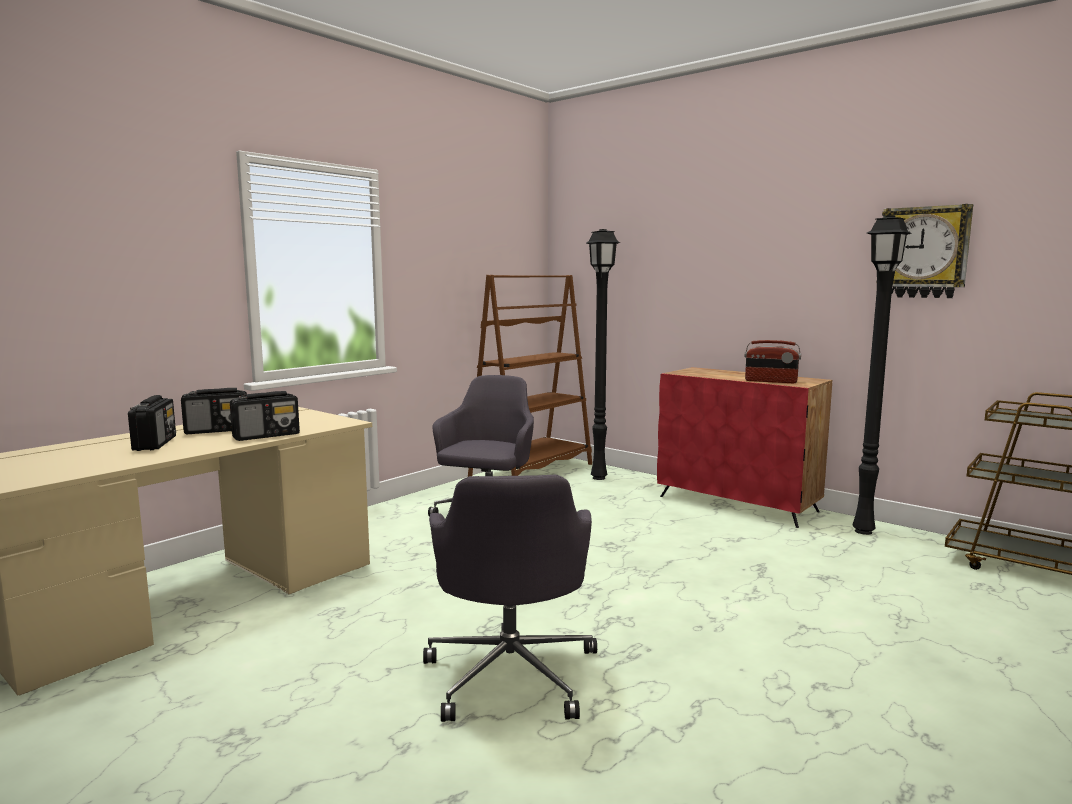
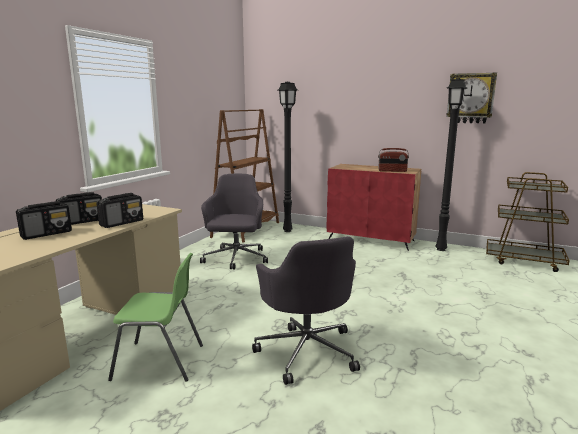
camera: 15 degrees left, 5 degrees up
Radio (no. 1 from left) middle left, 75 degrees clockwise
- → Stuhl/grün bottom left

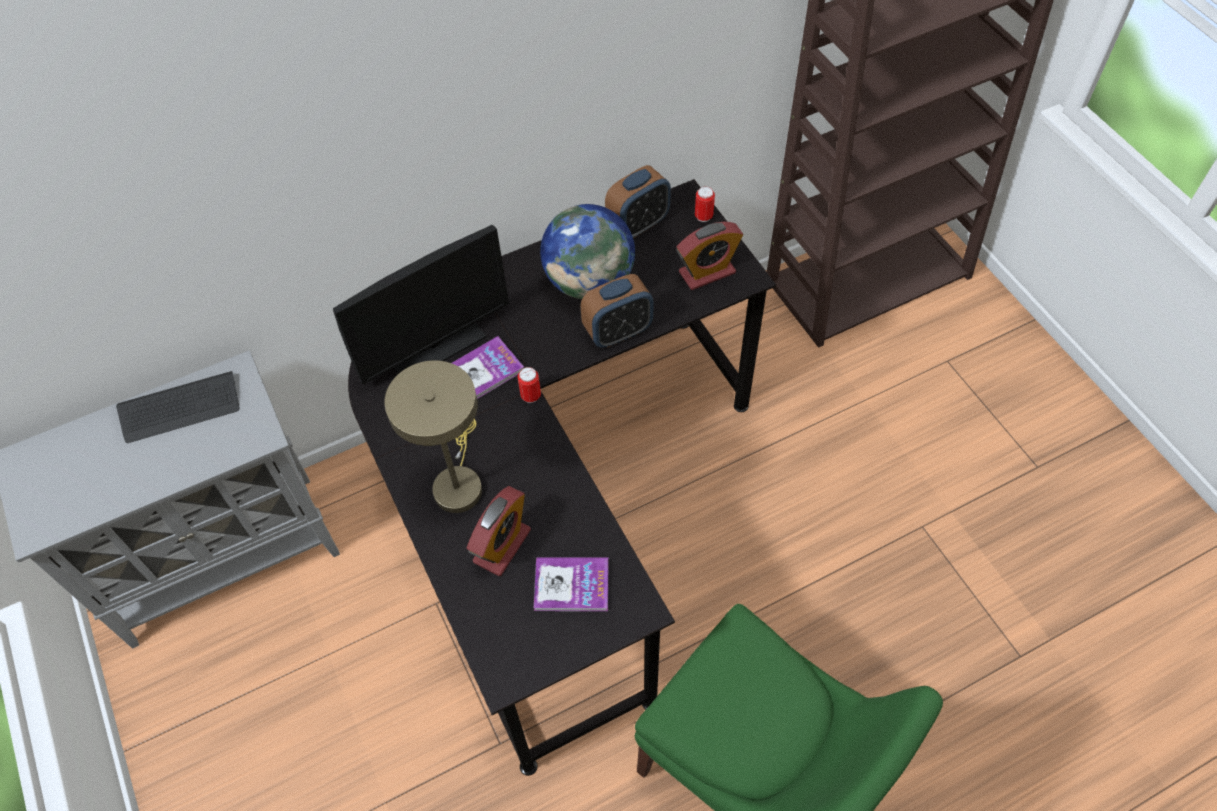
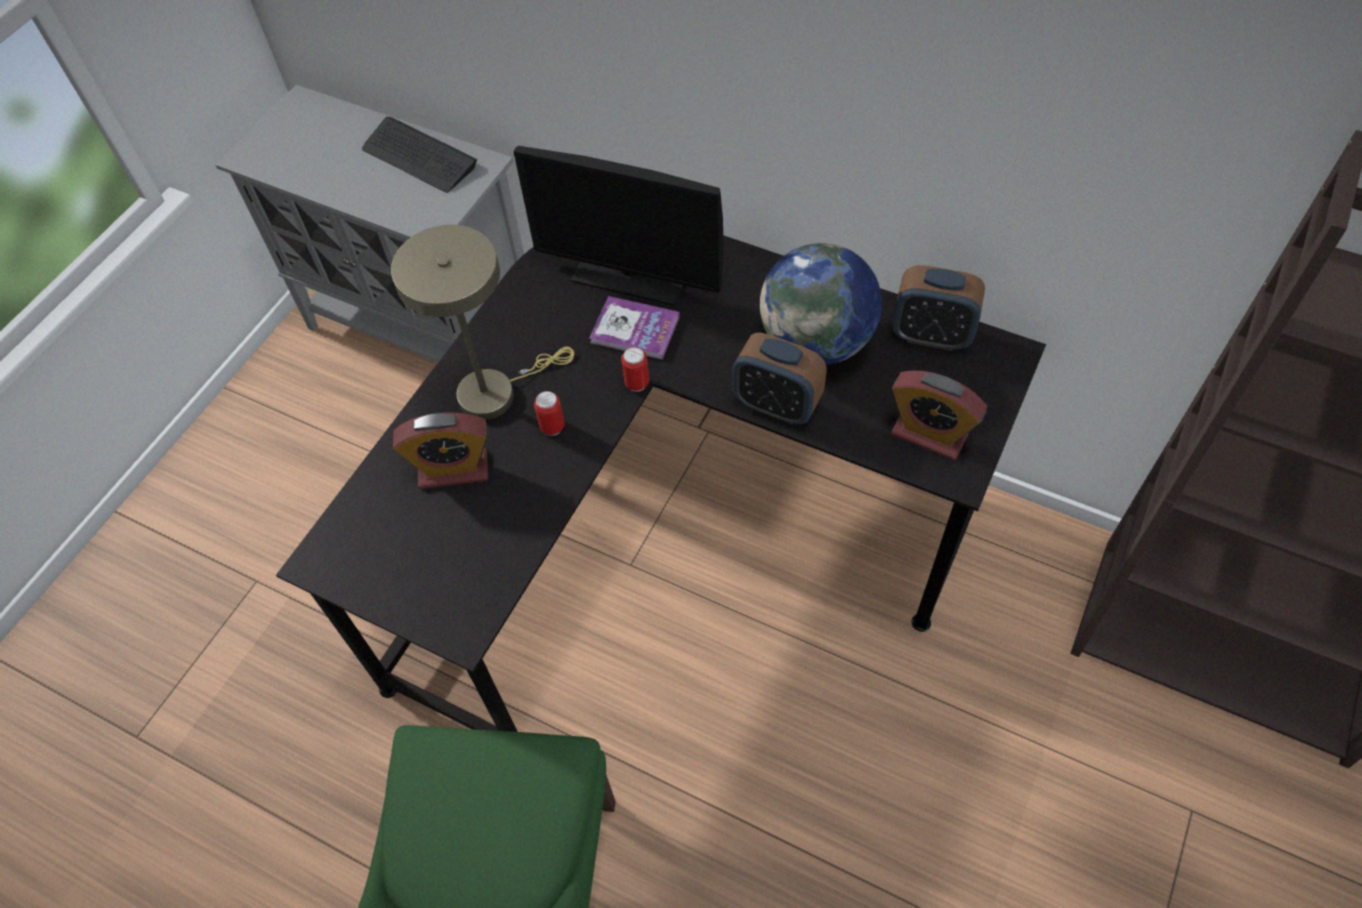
camera: 55 degrees right, 0 degrees up
Buch (no. 2 from left) bottom centre → -
Dose (no. 2 from left in the first image) top centre → Dose (no. 1 from left) centre, relocated

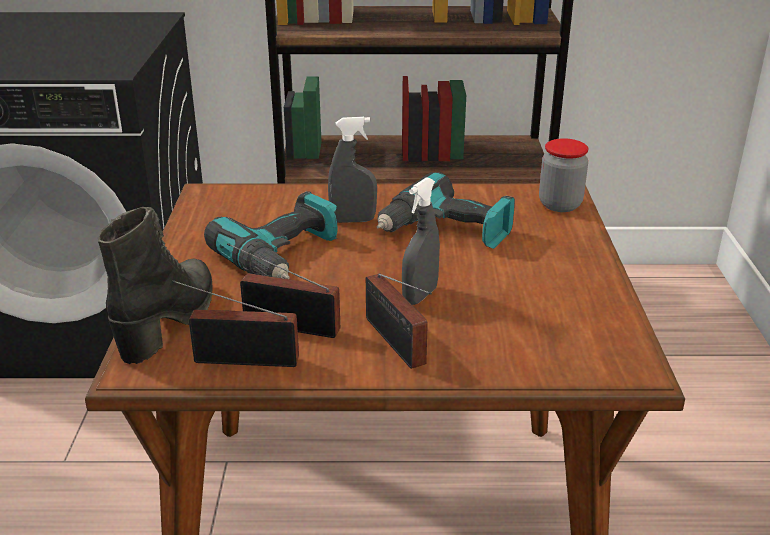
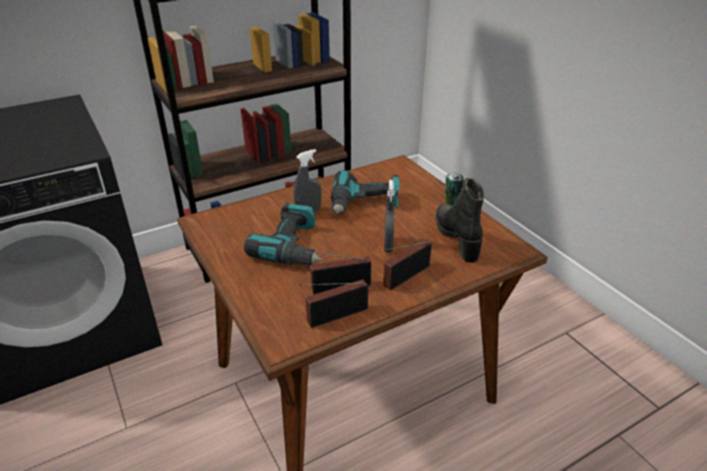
camera: 30 degrees left, 5 degrees up
Stiefel/schwarz middle left → Stiefel/schwarz centre, relocated
Radio (no. 3 from left) centre, 105 degrees clockwise
Vorratsglas top right → -
- → Dose centre

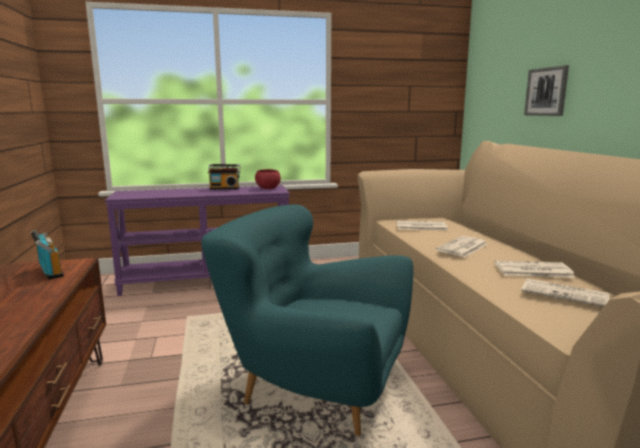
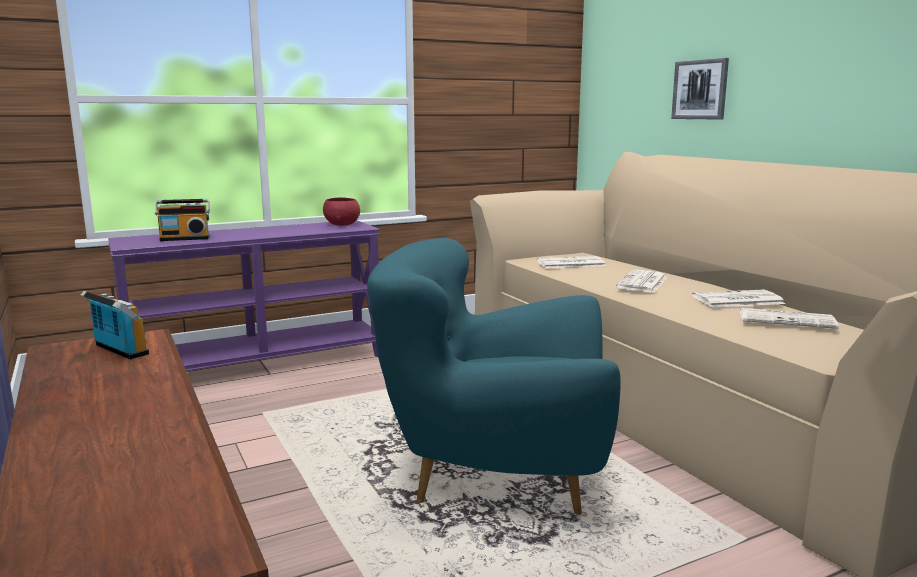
camera: 15 degrees left, 0 degrees up
Radio (no. 2 from left) centre → Radio (no. 2 from left) middle left, relocated

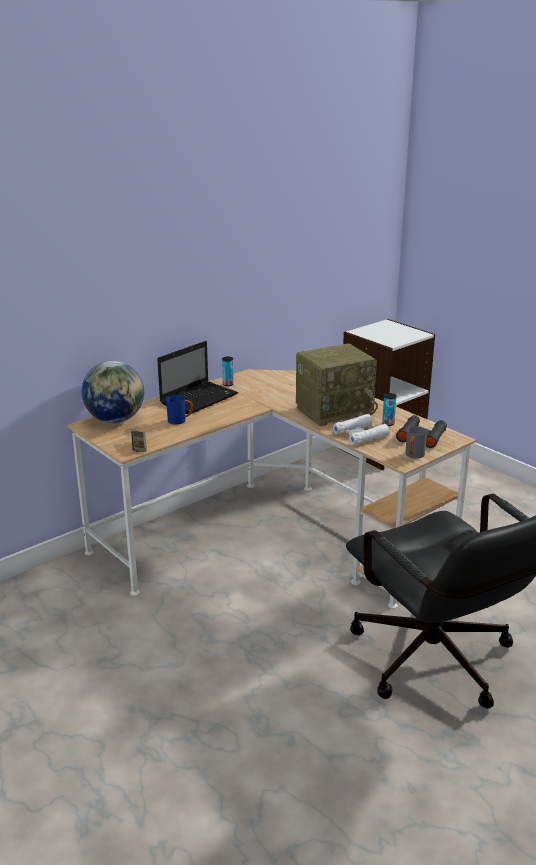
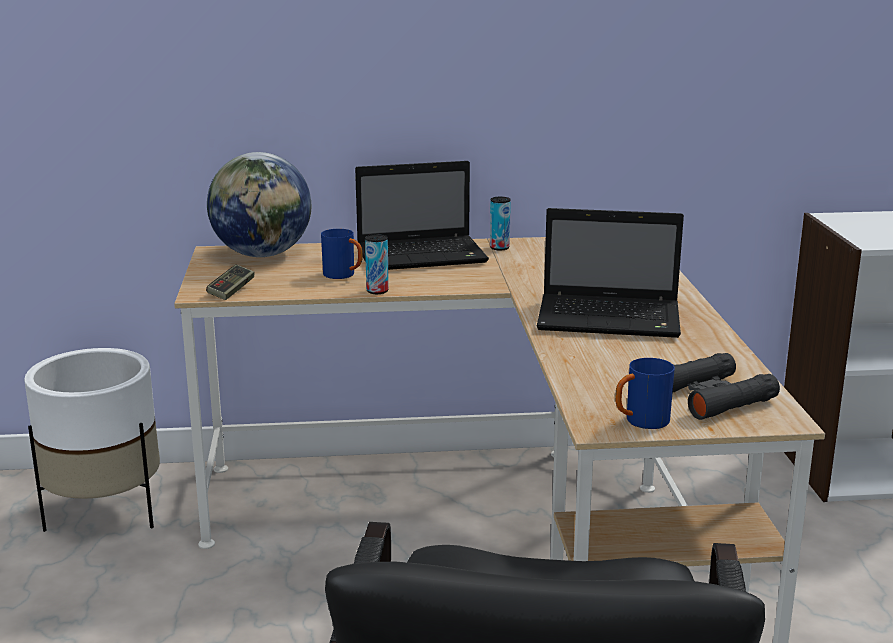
camera: 35 degrees right, 5 degrees down
Radio centre → Laptop (no. 2 from left) middle right
Fernglas/weiß middle right → -
Dose (no. 2 from left in the first image) middle right → Dose (no. 1 from left) centre, relocated
Henkelbecher/grau middle right → Henkelbecher/blau (no. 2 from left) middle right
- → Pflanzkübel/weiß bottom left

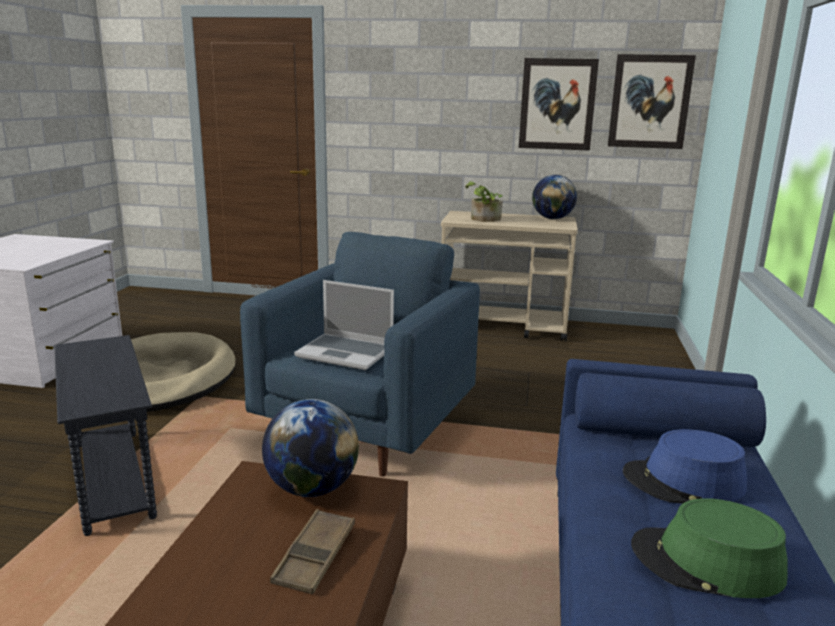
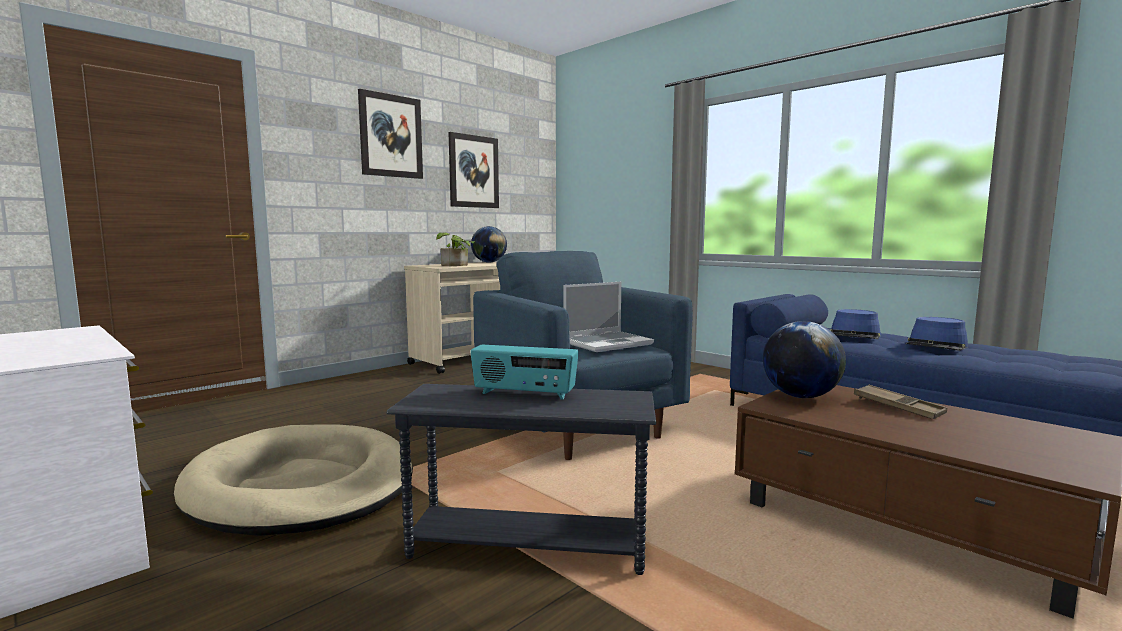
camera: 55 degrees left, 10 degrees down
Bild (no. 2 from left in the first image) top right → Bild (no. 1 from left) top centre, relocated
Hut/grün bottom right → Hut/blau (no. 2 from left) middle right
- → Radio centre

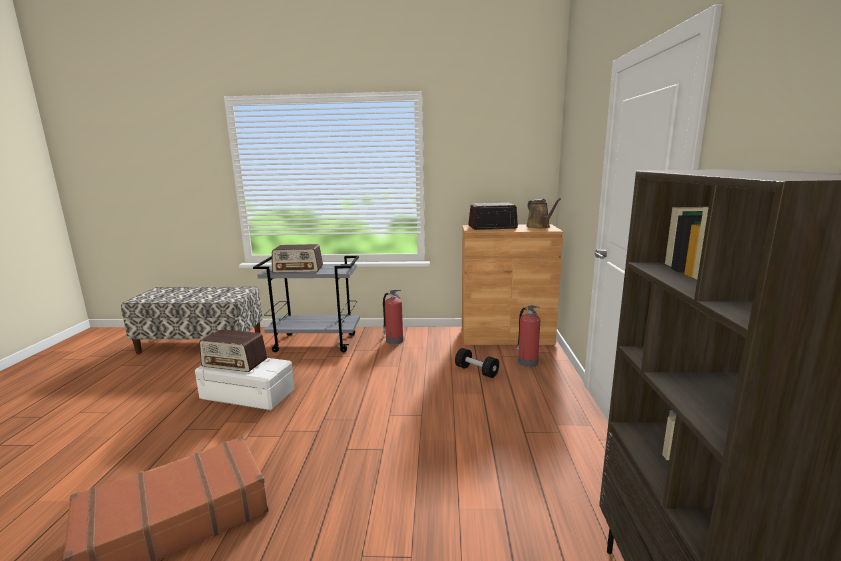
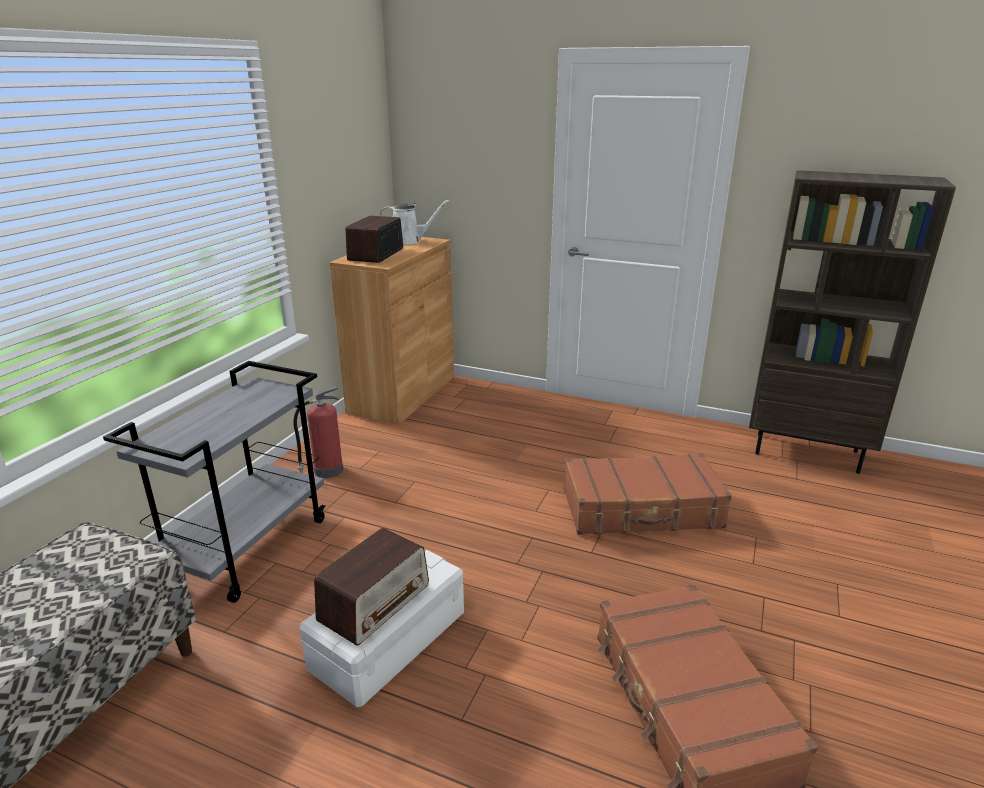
camera: 70 degrees left, 10 degrees up
Radio (no. 2 from left) centre → -
Hantel/schwarz centre → -
Feuerlöscher (no. 2 from left) centre → -
Gießkanne/braun centre → Gießkanne/weiß top centre
- → Koffer/braun (no. 1 from left) centre

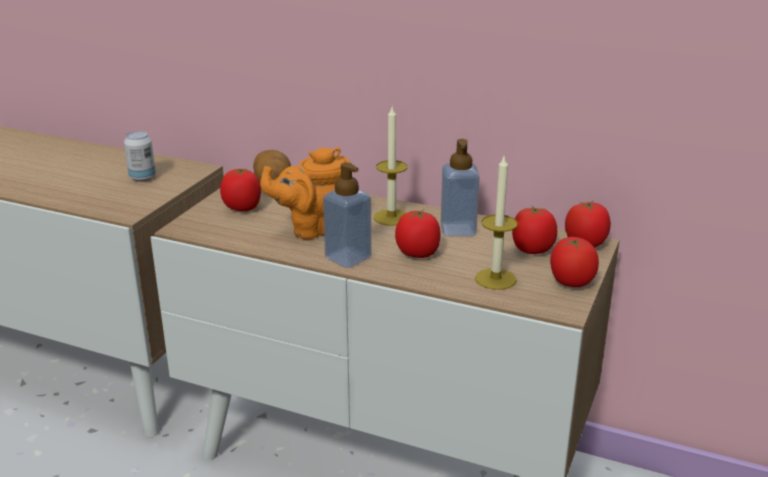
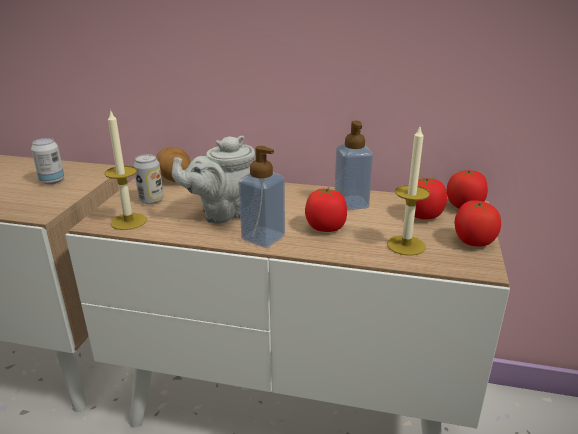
camera: 10 degrees left, 0 degrees up
Tomate (no. 1 from left) middle left → Dose (no. 2 from left) middle left
Teekanne/orange centre → Teekanne/grau centre
Kerze (no. 1 from left) centre → Kerze (no. 1 from left) middle left, relocated

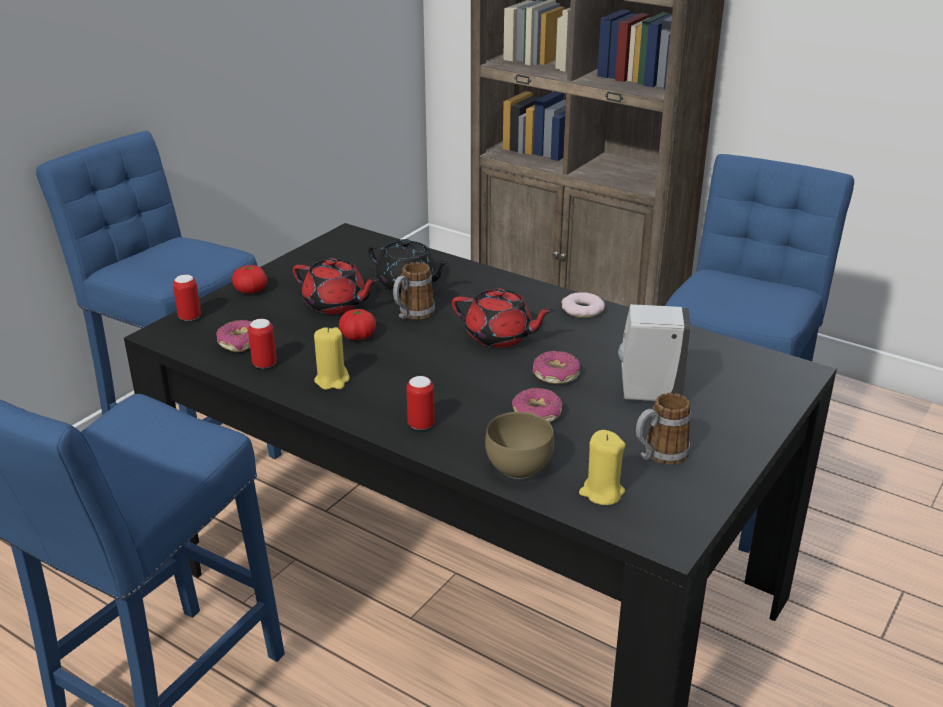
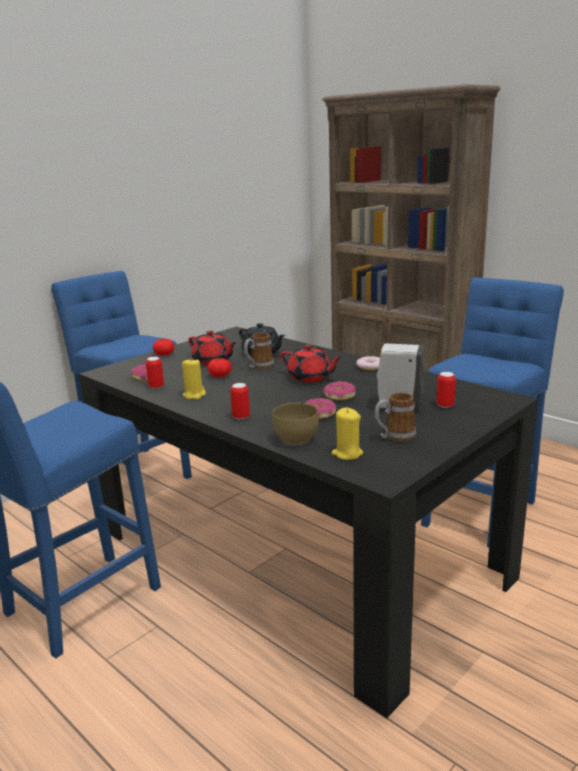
camera: 10 degrees right, 10 degrees down
Dose (no. 1 from left in the first image) middle left → Dose (no. 3 from left) middle right, relocated

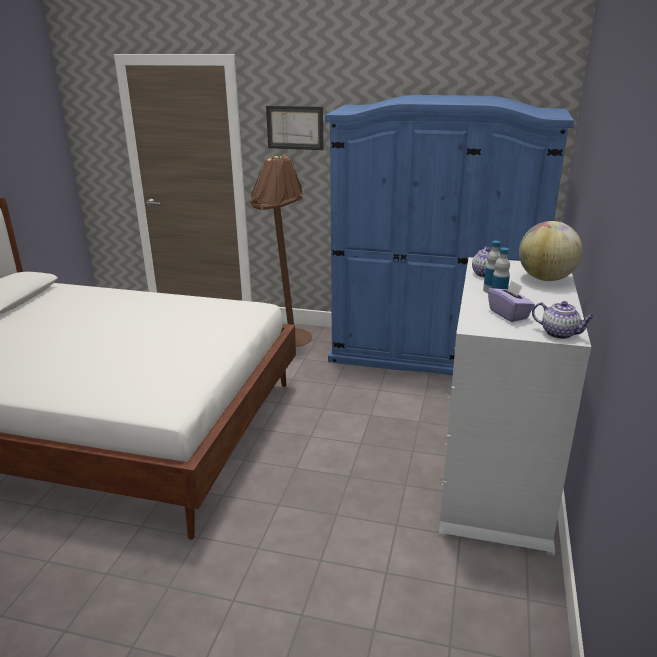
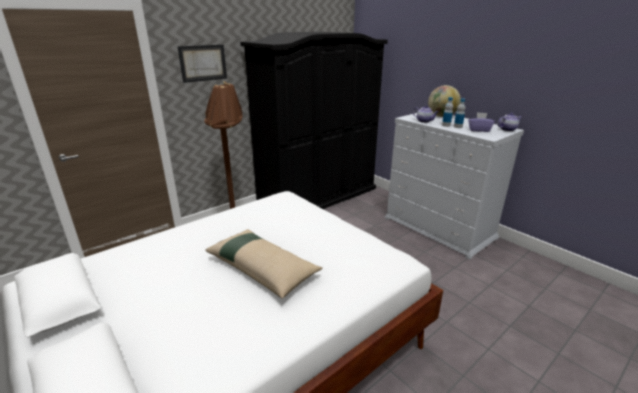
camera: 55 degrees left, 0 degrees up
Kleiderschrank/blau middle right → Kleiderschrank/schwarz top centre
- → Kissen/beige bottom centre

